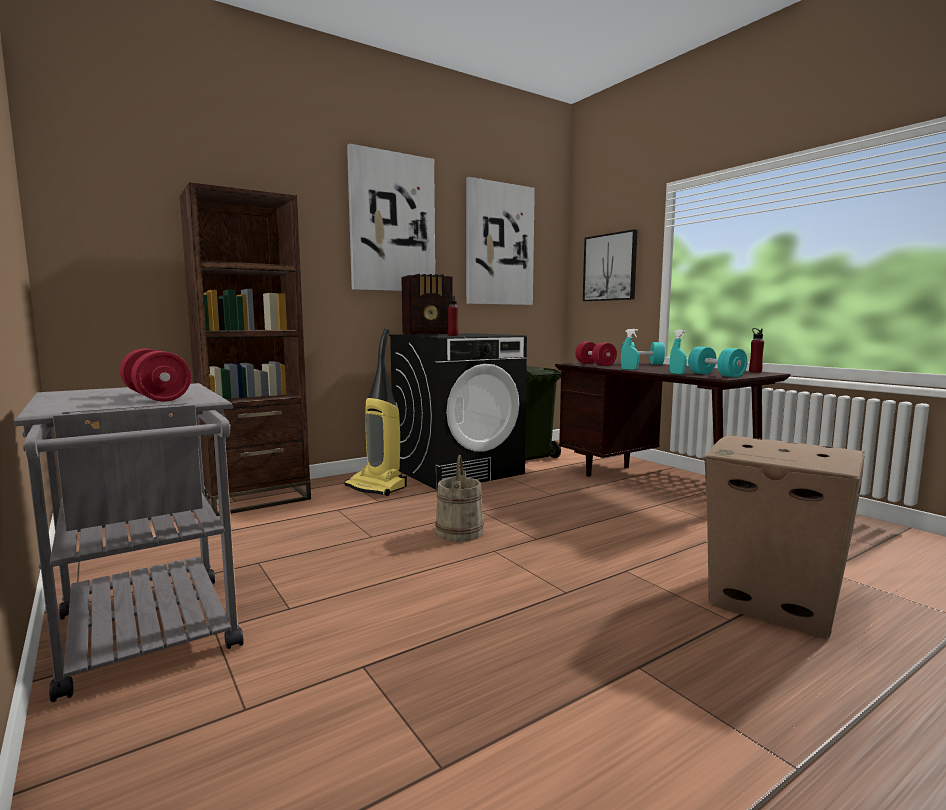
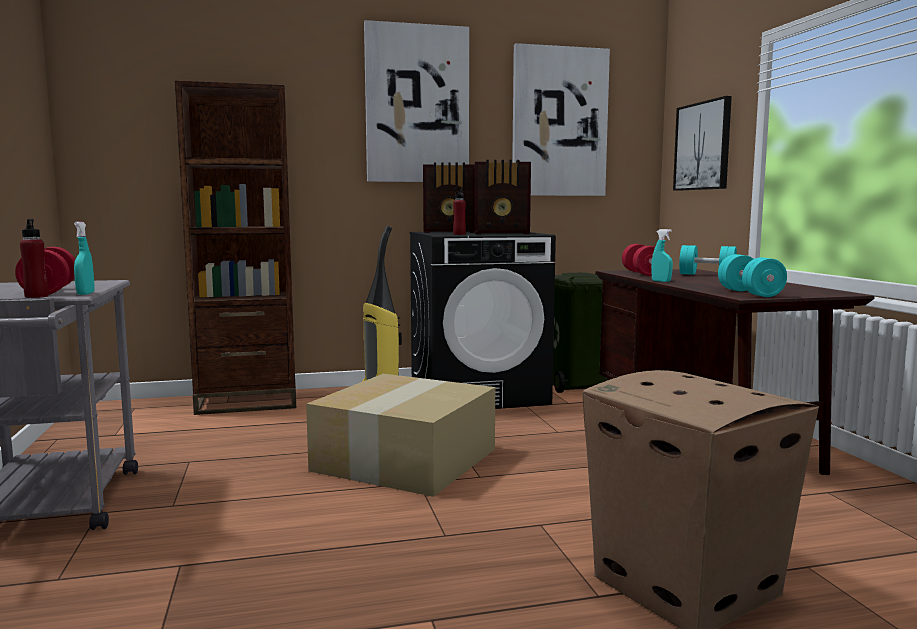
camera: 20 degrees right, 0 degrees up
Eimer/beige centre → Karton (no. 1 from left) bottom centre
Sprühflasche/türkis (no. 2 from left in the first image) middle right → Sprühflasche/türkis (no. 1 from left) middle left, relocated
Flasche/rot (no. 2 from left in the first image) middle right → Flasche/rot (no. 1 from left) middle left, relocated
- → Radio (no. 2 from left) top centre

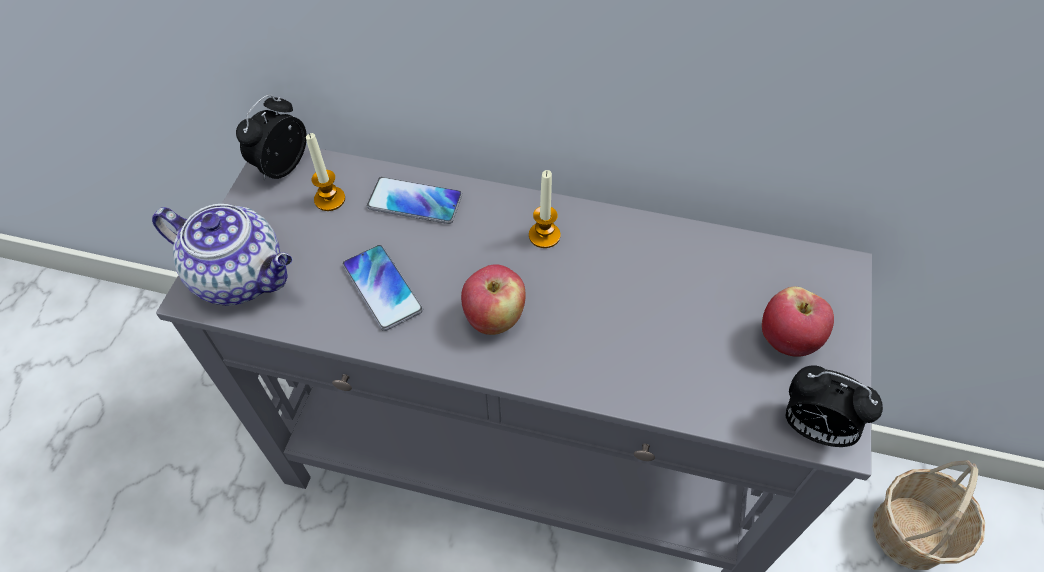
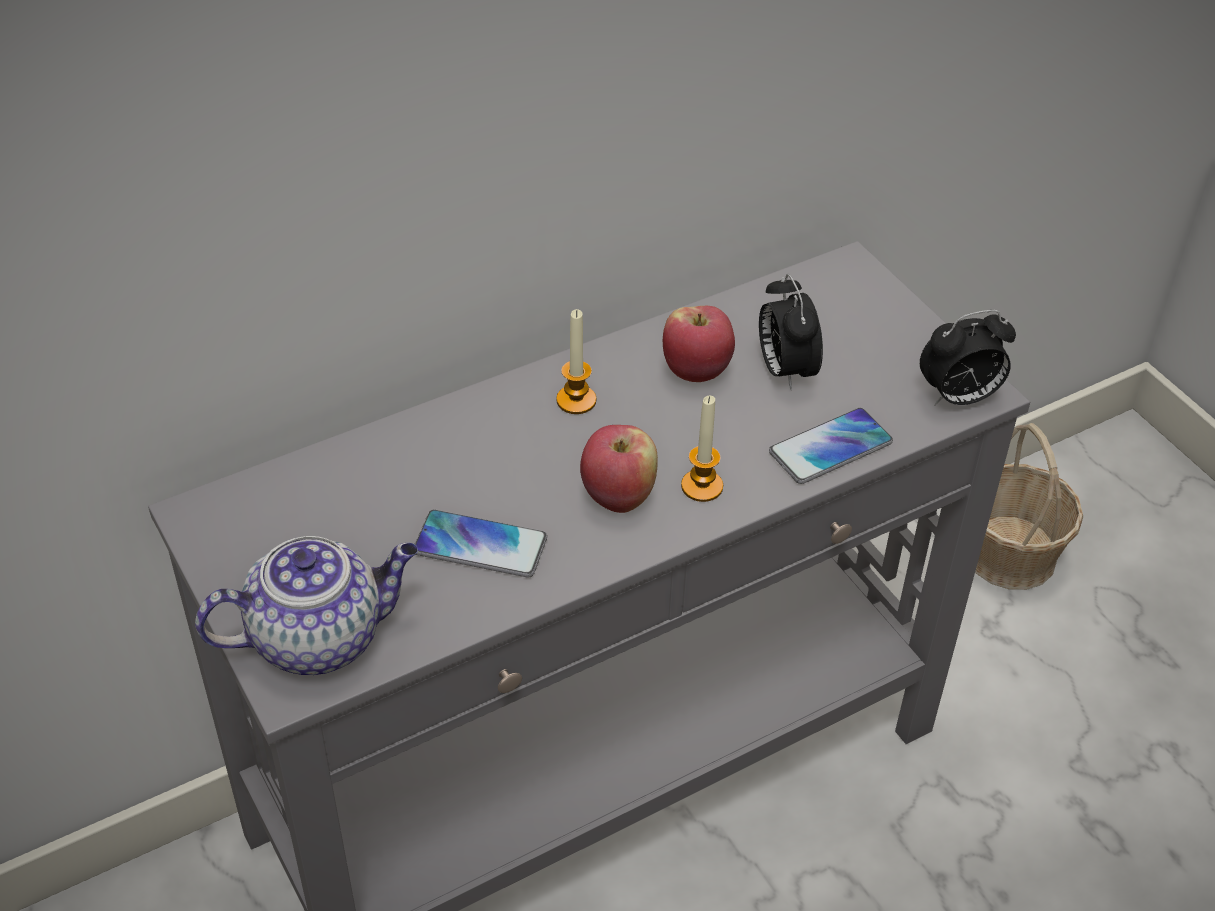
camera: 45 degrees left, 10 degrees down
Wecker (no. 1 from left) top left → Wecker (no. 1 from left) centre, relocated
Kerze (no. 1 from left in the first image) top left → Kerze (no. 2 from left) centre, relocated
Handy (no. 2 from left) centre → Handy (no. 2 from left) middle right, relocated
Apfel (no. 2 from left) middle right → Apfel (no. 2 from left) centre, relocated

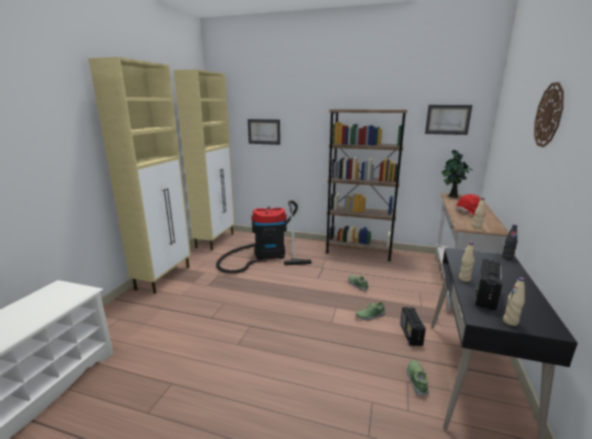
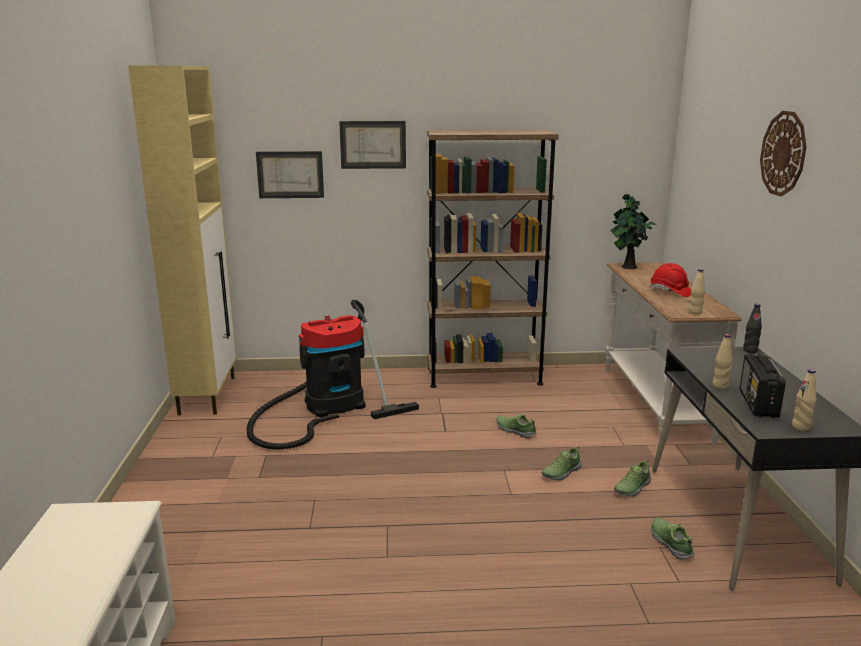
camera: 20 degrees left, 0 degrees up
Schrank/beige (no. 1 from left) middle left → -
Radio (no. 1 from left) bottom right → Schuh (no. 3 from left) bottom right
Bild (no. 2 from left) top right → Bild (no. 2 from left) top centre, relocated

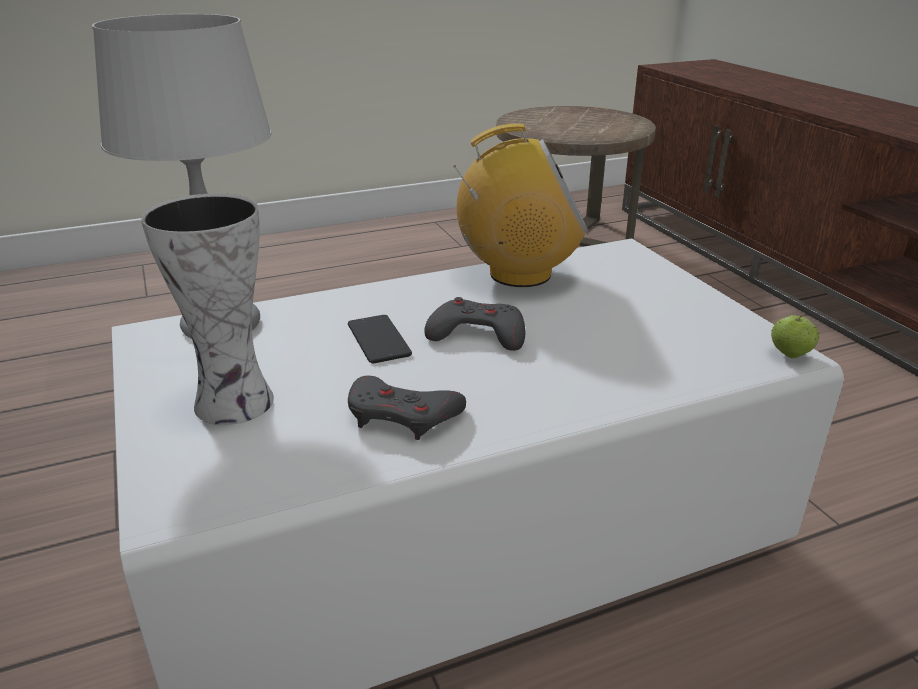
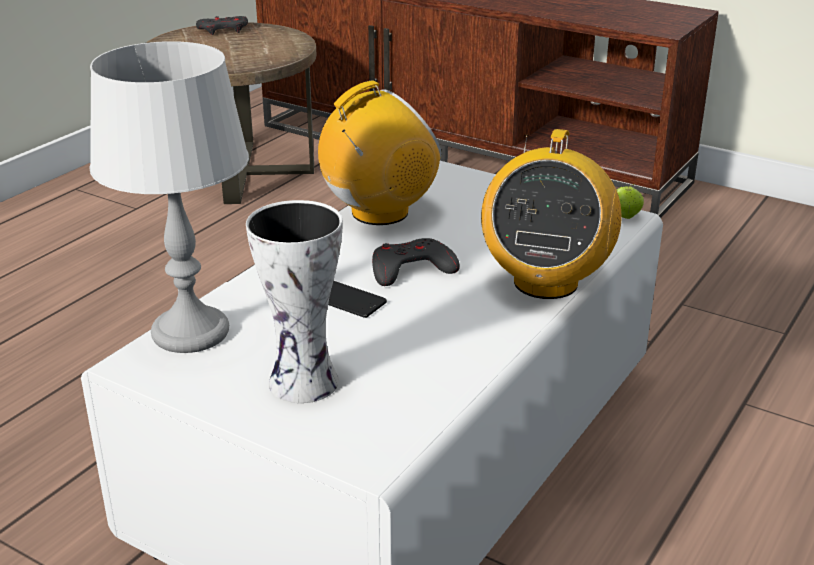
camera: 35 degrees left, 0 degrees up
Gamepad/grau (no. 1 from left) centre → Gamepad/grau (no. 1 from left) top left, relocated
- → Radio (no. 2 from left) middle right

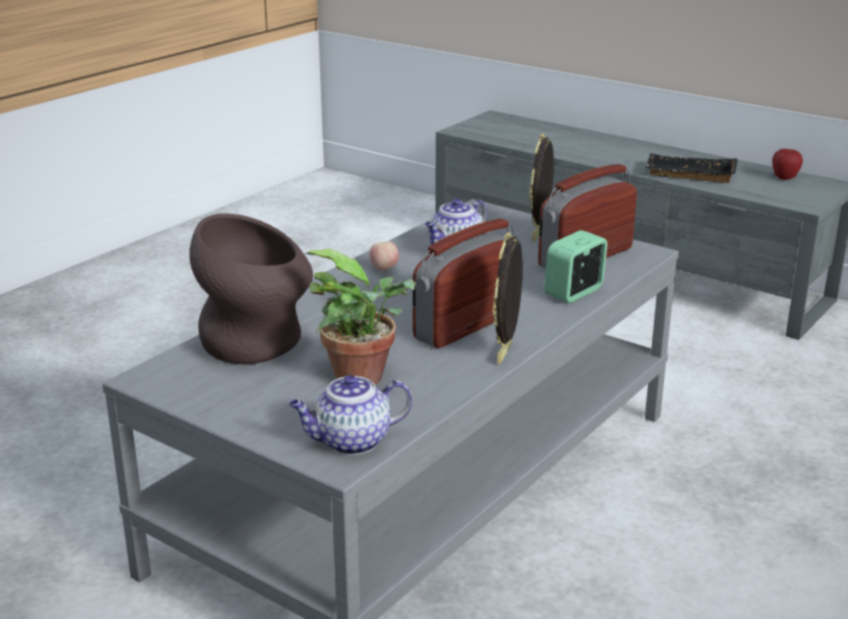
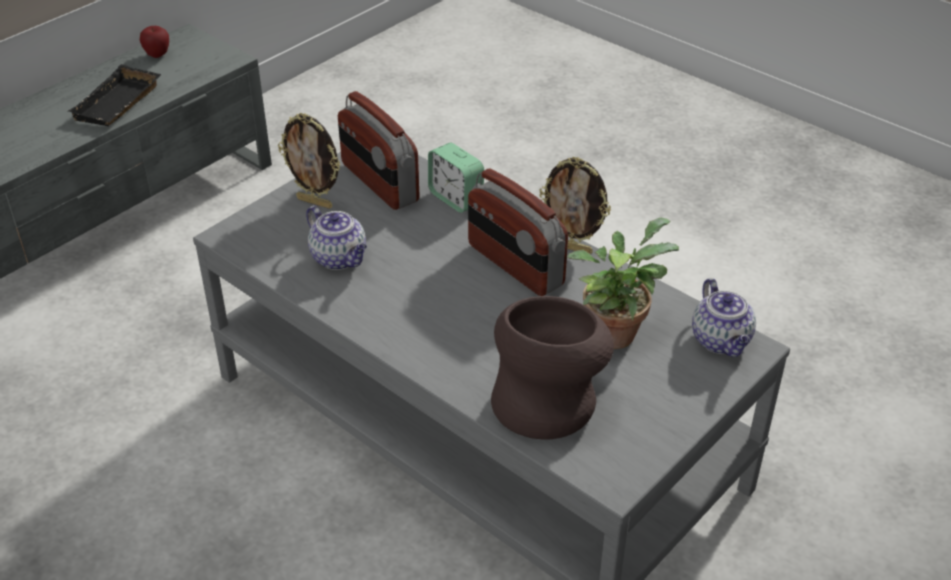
camera: 85 degrees left, 15 degrees up
Apfel (no. 1 from left) centre → -

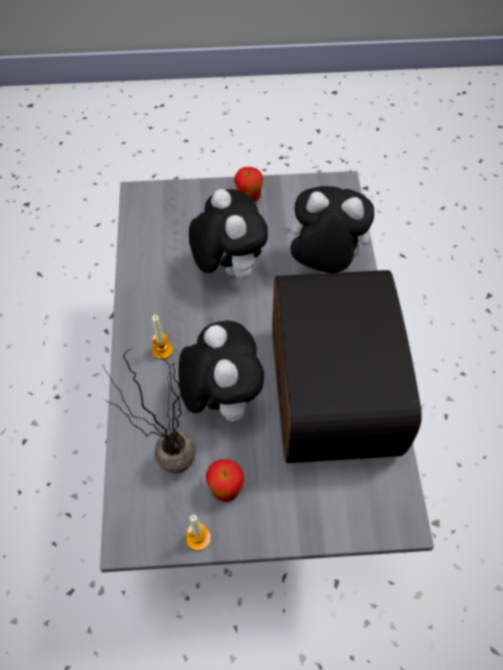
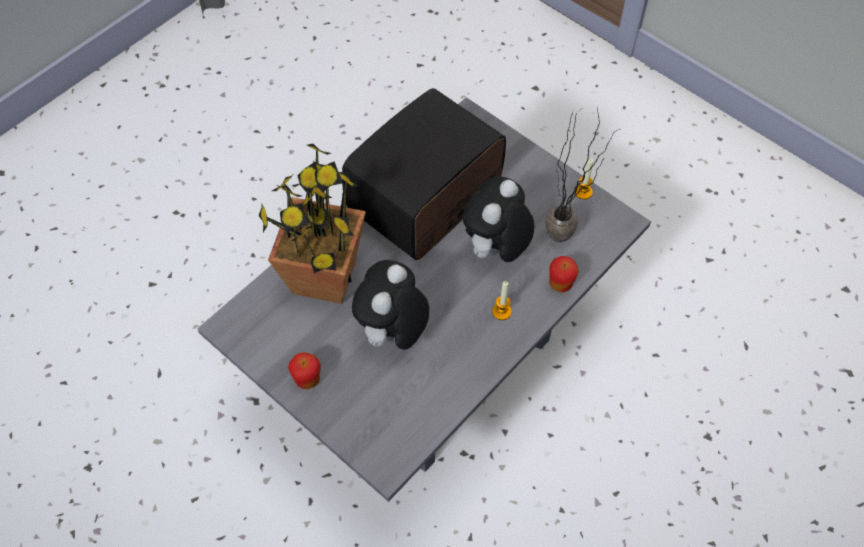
camera: 135 degrees left, 0 degrees up
Apfel (no. 1 from left in the first image) bottom centre → Apfel (no. 2 from left) centre, relocated
Plüschtier (no. 3 from left) centre → Topfpflanze (no. 1 from left) centre

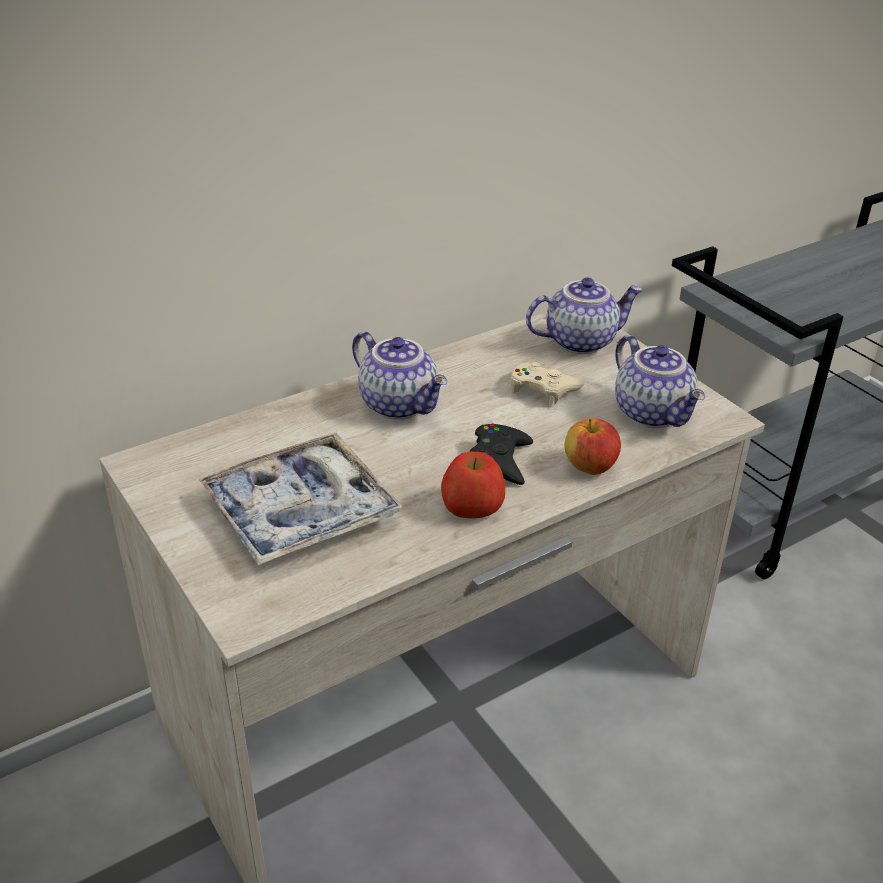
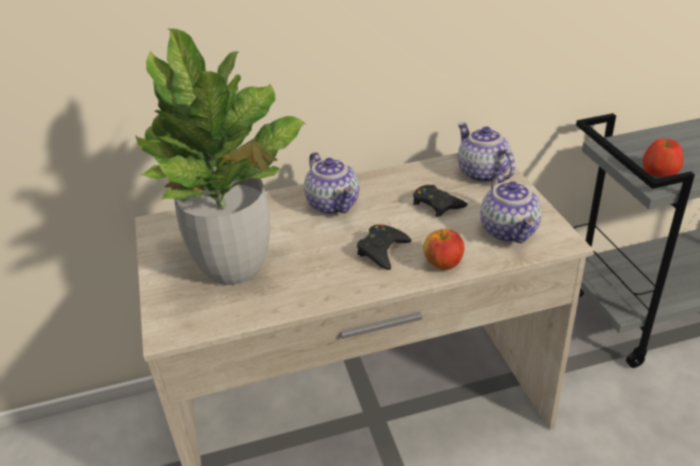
camera: 20 degrees right, 0 degrees up
Tablett centre → Topfpflanze middle left
Apfel (no. 1 from left in the first image) centre → Apfel (no. 2 from left) middle right, relocated
Gamepad/beige centre → Gamepad/schwarz (no. 2 from left) centre
Teekanne (no. 2 from left) centre → Teekanne (no. 2 from left) top right, 120 degrees counterclockwise

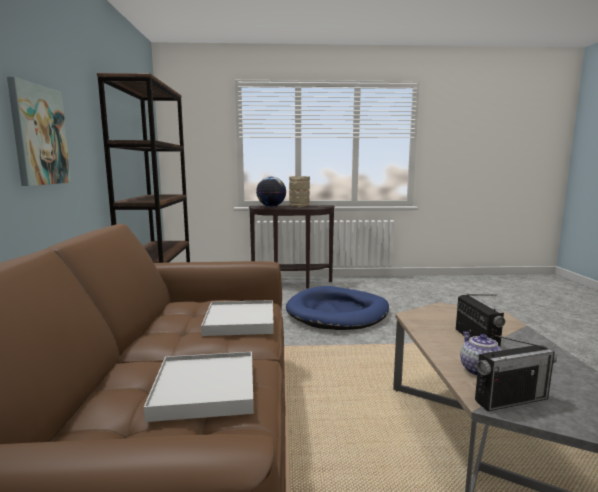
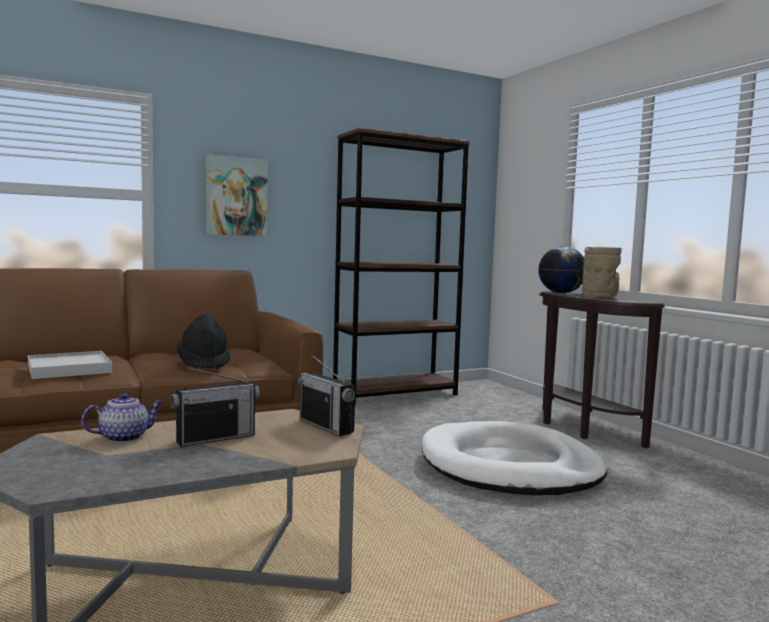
camera: 65 degrees right, 5 degrees down
Tablett/weiß (no. 2 from left) centre → Hut/schwarz middle left
Hundebett/blau centre → Hundebett/weiß bottom right
Radio (no. 2 from left) bottom right → Radio (no. 2 from left) centre, relocated

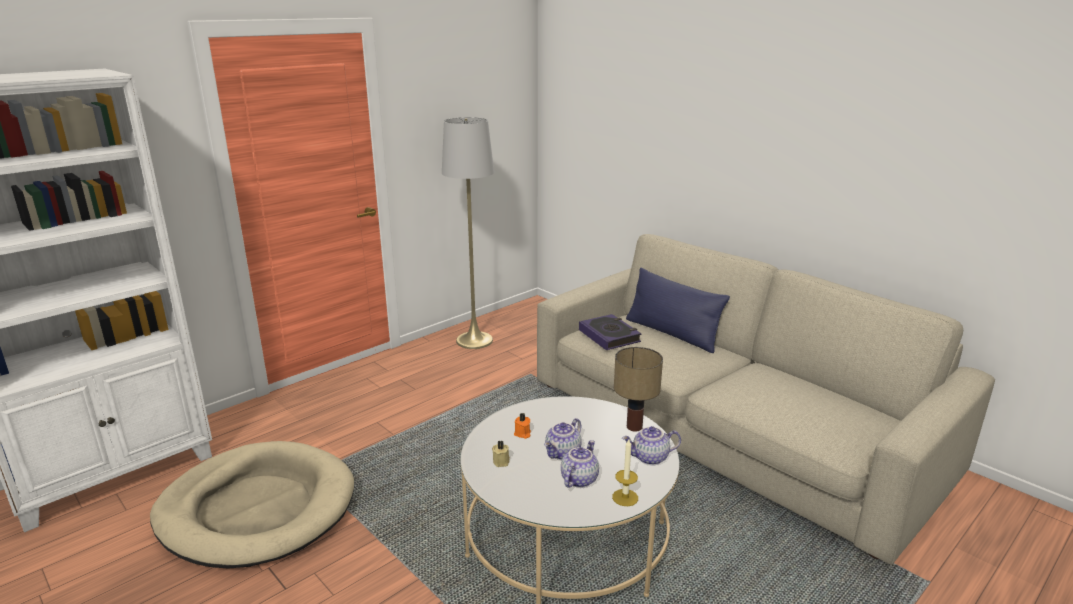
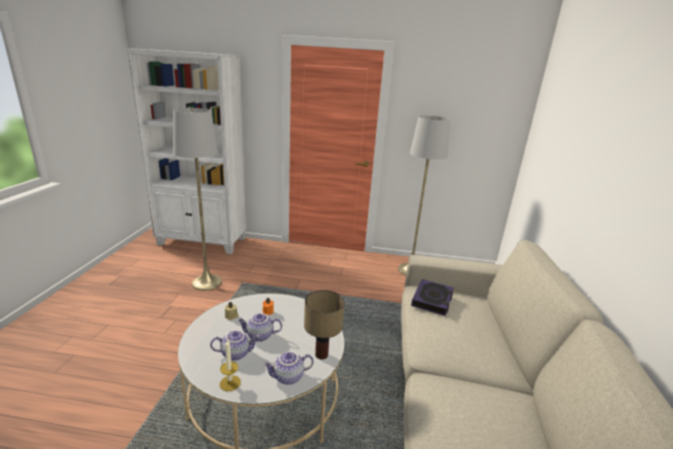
camera: 50 degrees right, 0 degrees up
Hundebett/beige bottom left → Stehlampe/grau (no. 1 from left) middle left
Teekanne (no. 3 from left) bottom centre, 60 degrees counterclockwise
Kissen/blau centre → -

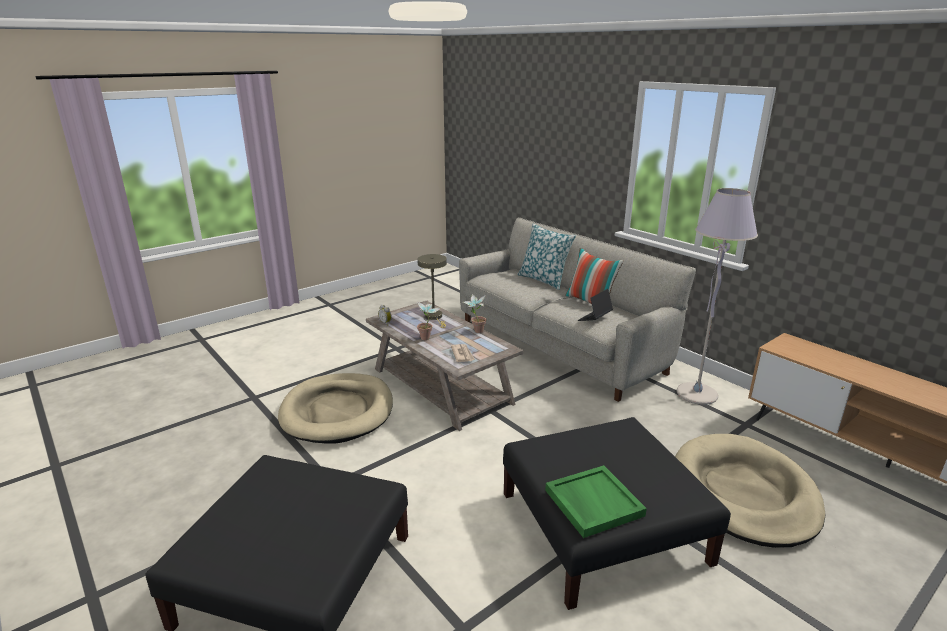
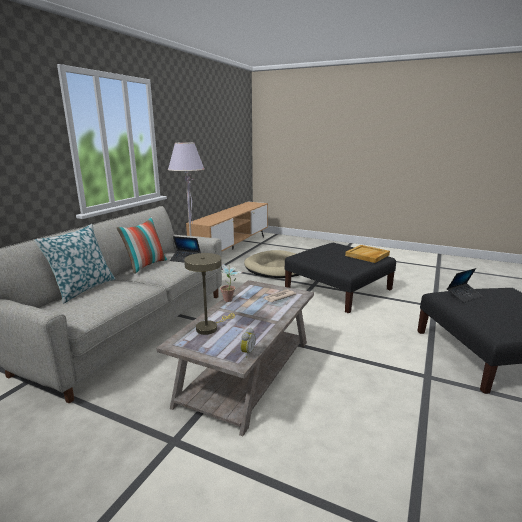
camera: 115 degrees left, 5 degrees down
Hundebett/beige (no. 1 from left) centre → -
Topfpflanze (no. 1 from left) centre → -
Tablett/grün bottom centre → Tablett/beige middle right
- → Laptop (no. 2 from left) middle right

